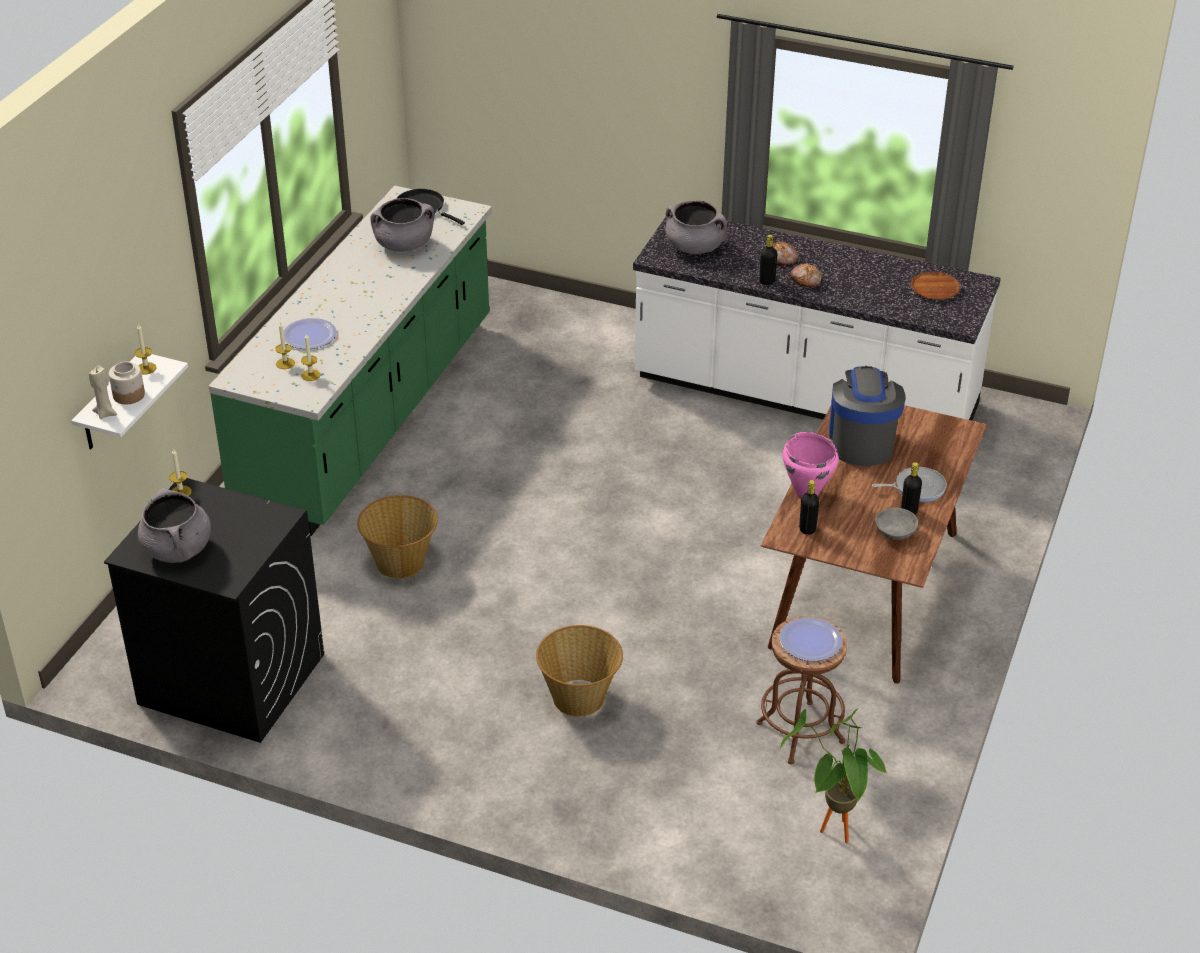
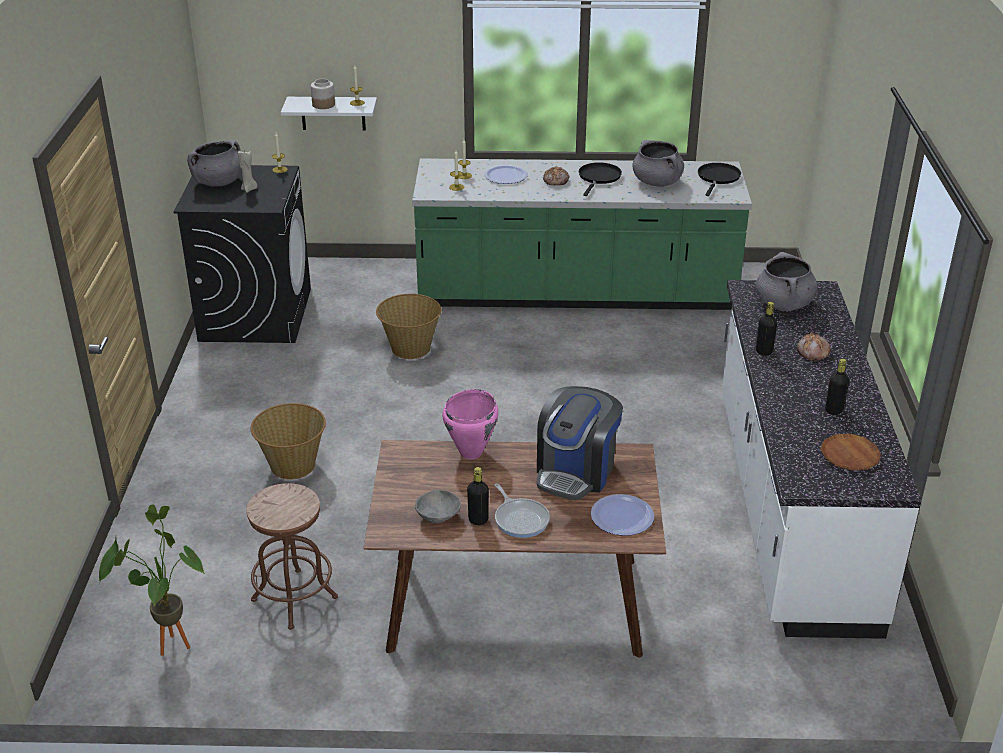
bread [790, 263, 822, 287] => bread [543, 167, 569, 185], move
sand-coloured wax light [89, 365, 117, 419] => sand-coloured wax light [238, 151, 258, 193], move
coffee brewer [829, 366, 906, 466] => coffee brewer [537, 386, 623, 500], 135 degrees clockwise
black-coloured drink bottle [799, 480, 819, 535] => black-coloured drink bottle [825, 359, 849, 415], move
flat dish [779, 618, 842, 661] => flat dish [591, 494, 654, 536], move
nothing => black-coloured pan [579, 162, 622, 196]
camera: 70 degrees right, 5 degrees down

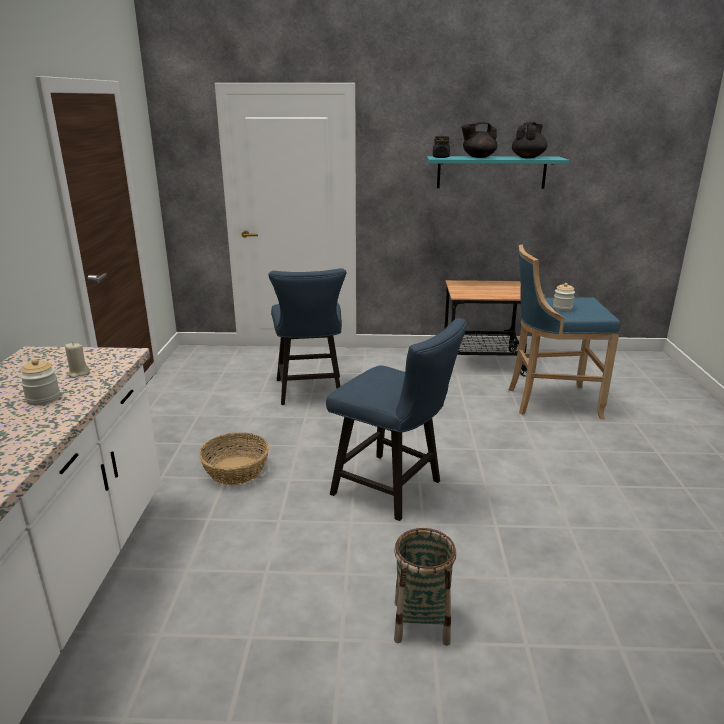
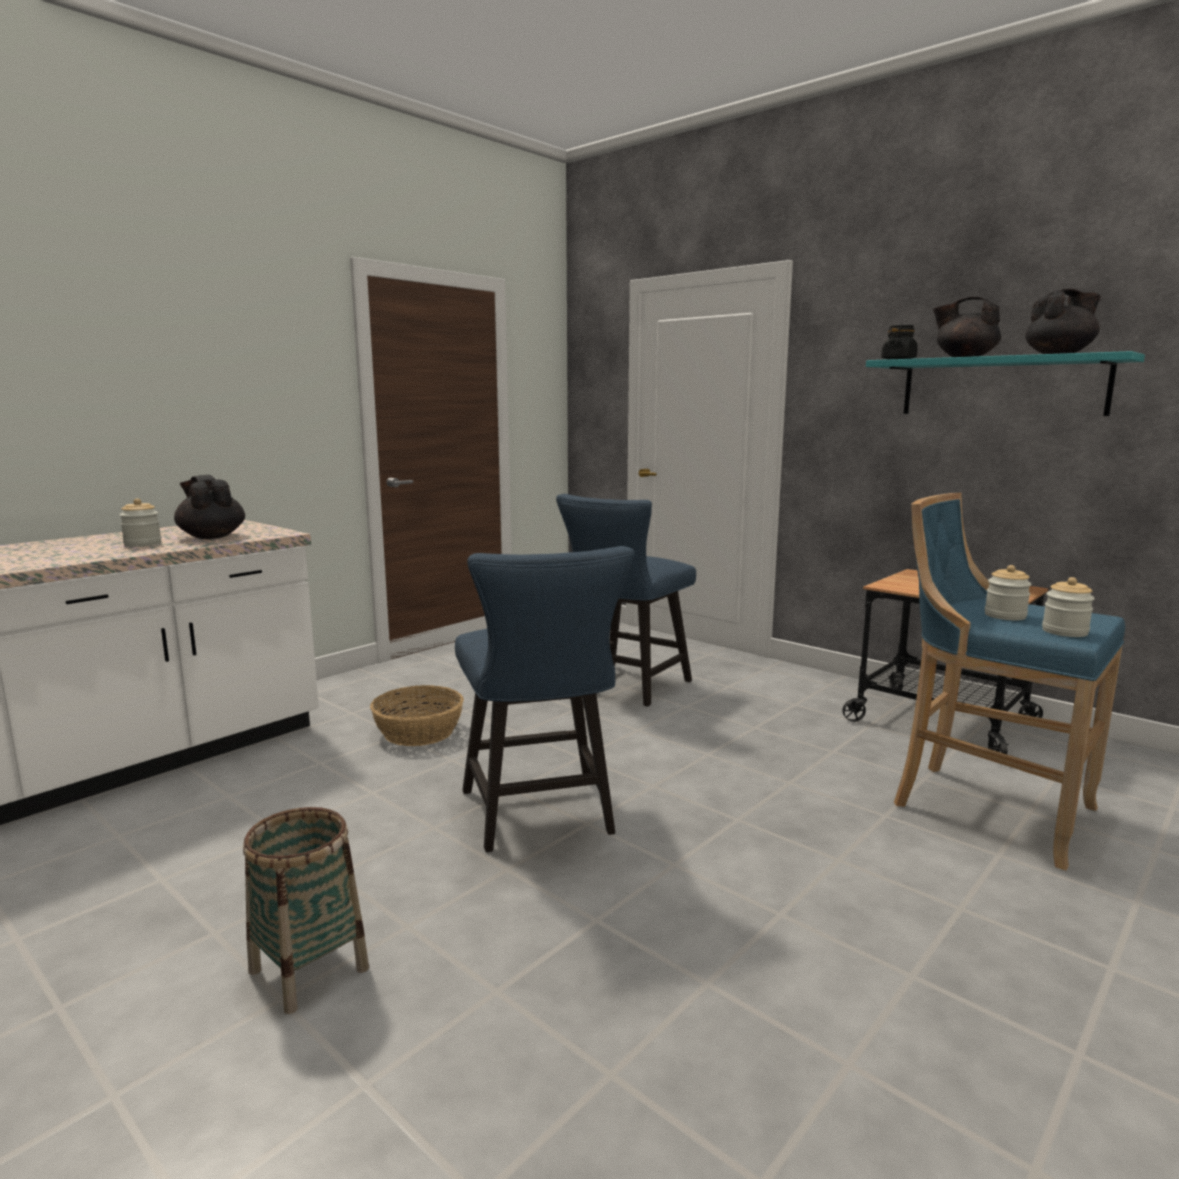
sand-coloured wax light [65, 342, 90, 378] => black-coloured teapot [174, 475, 245, 539]
nothing => preserve jar [1042, 577, 1095, 637]
camera: 40 degrees right, 10 degrees down

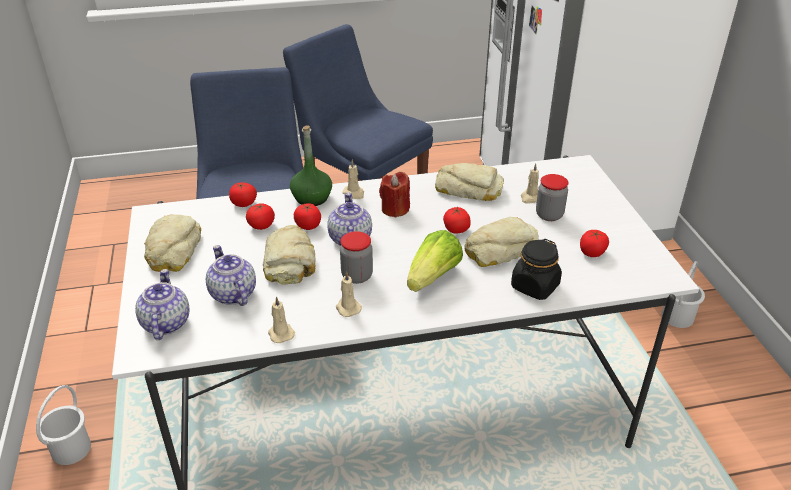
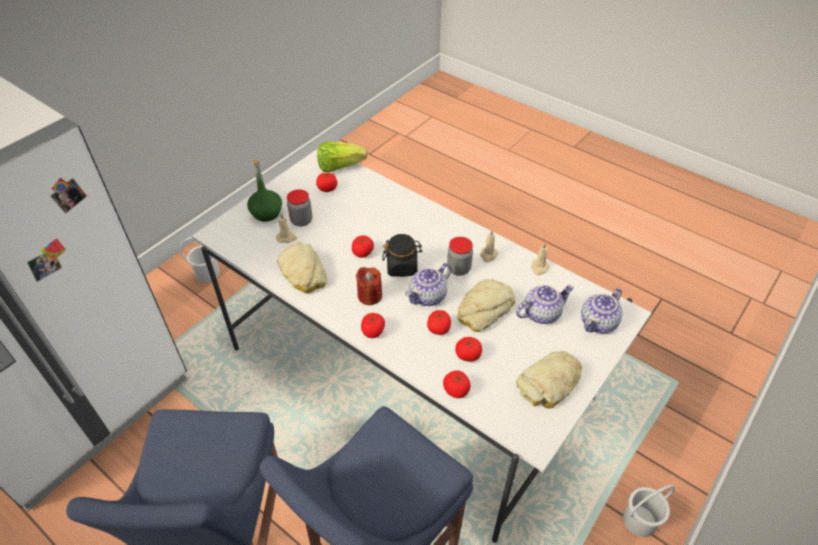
green drink bottle [290, 125, 332, 206] => green drink bottle [247, 159, 282, 221], move
sand-coloured wax light [342, 159, 364, 199] => whole tomato [361, 313, 385, 338]
bread [464, 217, 539, 267] => nothing
head of lettuce [407, 230, 463, 292] => head of lettuce [317, 141, 367, 172], move
black-coloured preserve jar [511, 239, 562, 300] => black-coloured preserve jar [382, 234, 422, 277], move
teapot [206, 245, 256, 306] => teapot [516, 285, 574, 324], 135 degrees counterclockwise
camera: 130 degrees left, 10 degrees up

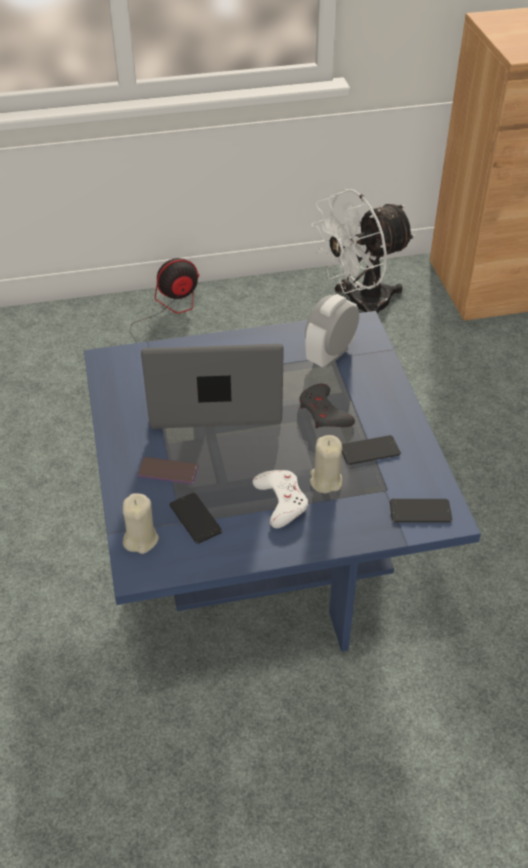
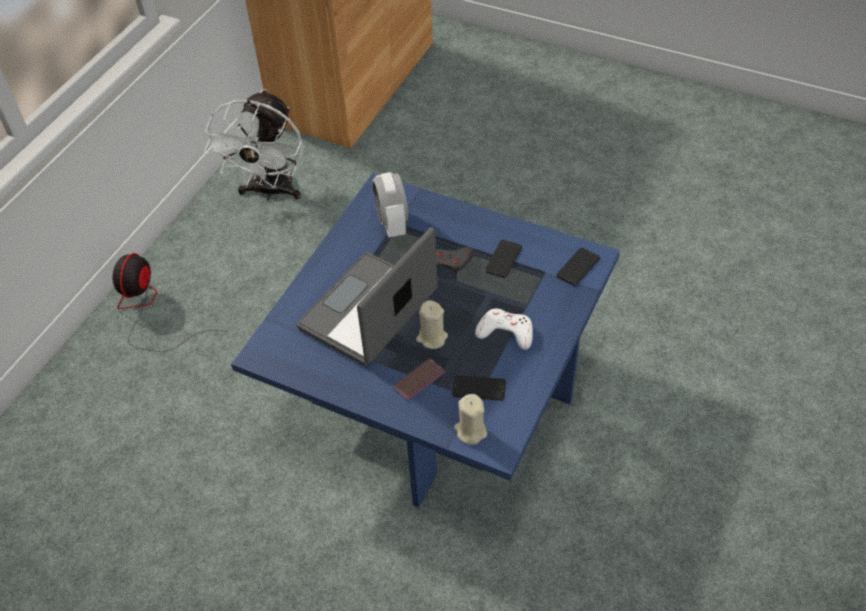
sand-coloured wax light [310, 435, 342, 493] => sand-coloured wax light [416, 300, 448, 349], move
camera: 50 degrees left, 5 degrees up

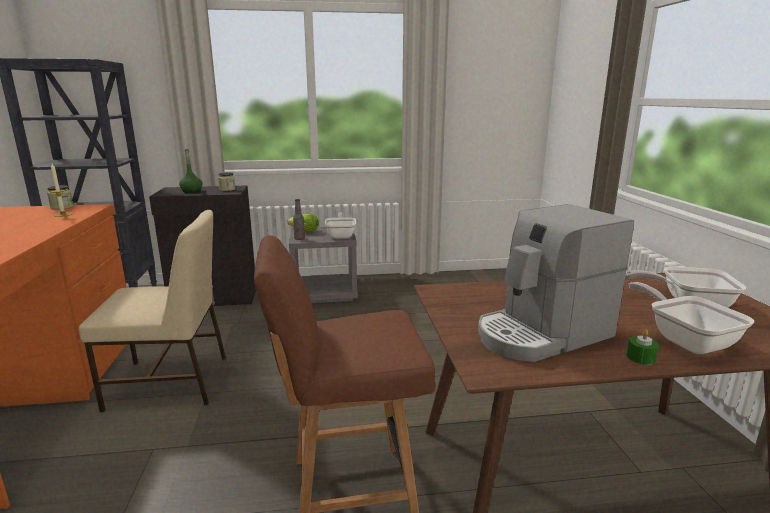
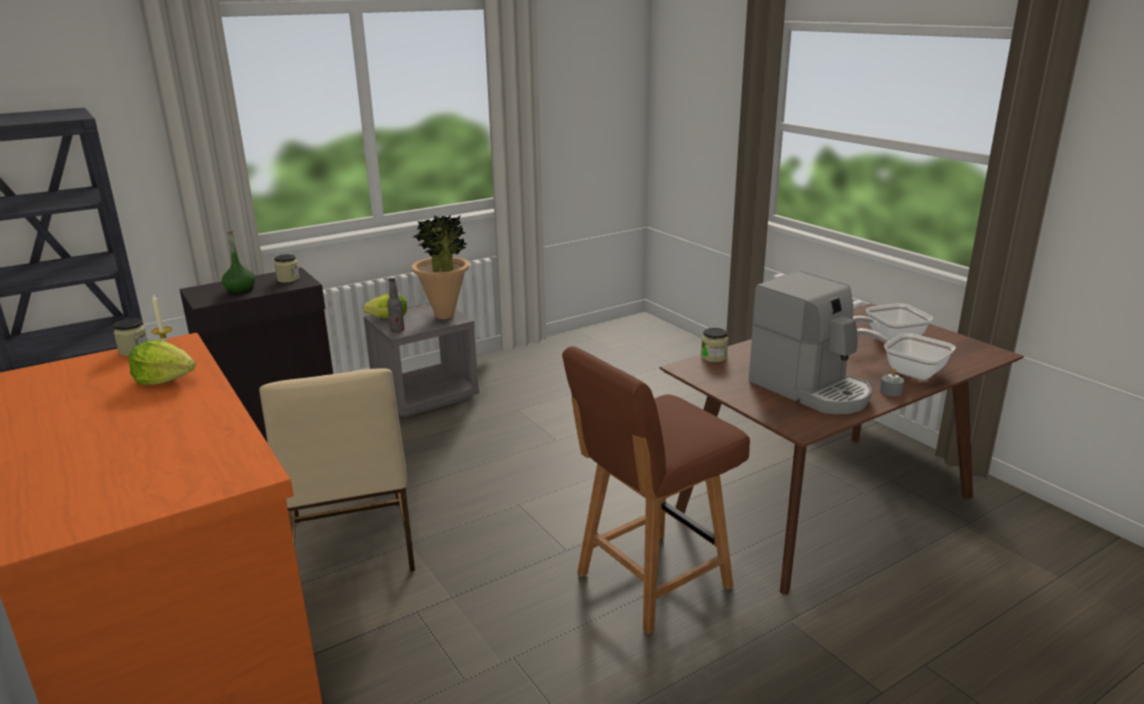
coffee brewer [478, 204, 634, 362] => coffee brewer [749, 271, 871, 414], 75 degrees counterclockwise
sand-coloured upright chair [79, 210, 226, 412] => sand-coloured upright chair [259, 368, 415, 572], 105 degrees clockwise
pan [325, 212, 356, 238] => houseplant [411, 215, 469, 319]
green wax light [627, 329, 659, 365] => gray wax light [880, 368, 904, 396]
nothing => preserve jar [701, 328, 728, 362]
nothing => head of lettuce [129, 340, 196, 385]
camera: 25 degrees left, 5 degrees up

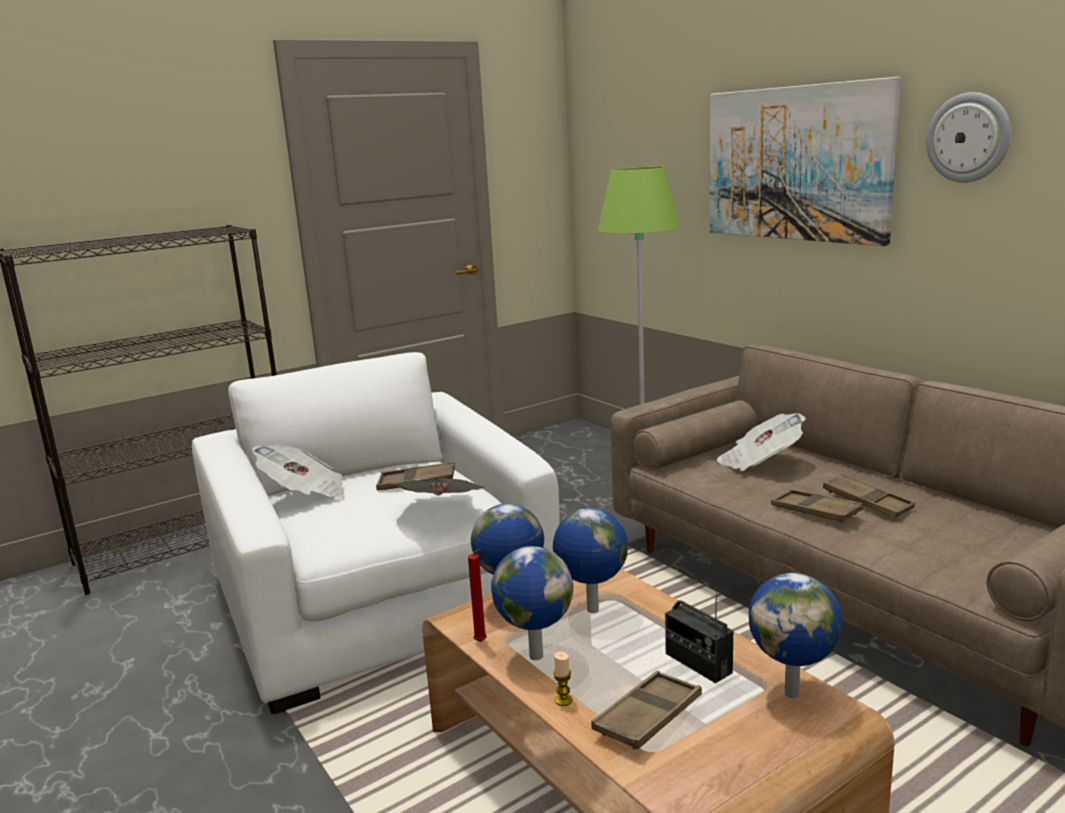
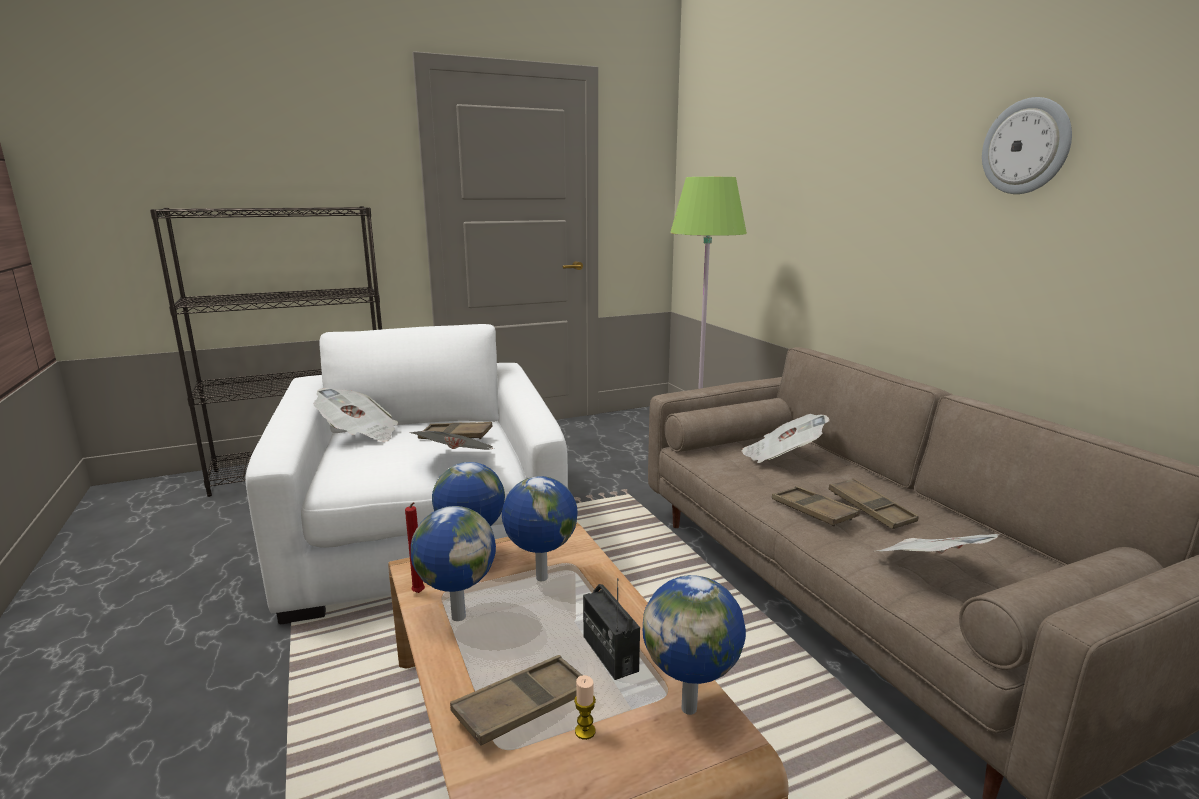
wall picture [710, 77, 901, 246] => nothing
wax light [553, 652, 572, 706] => wax light [574, 675, 596, 740], move
nothing => newspaper [876, 534, 999, 554]
camera: 10 degrees right, 0 degrees up

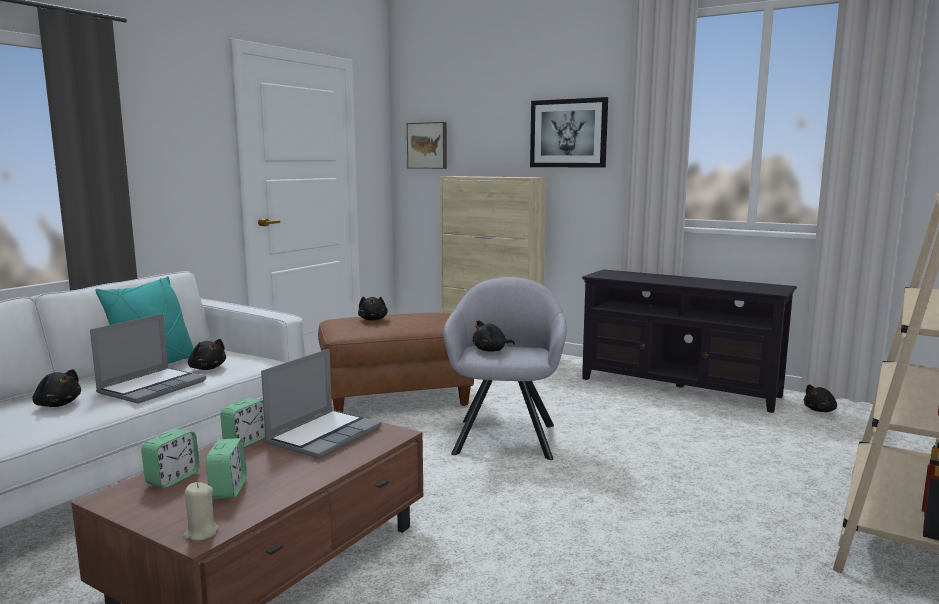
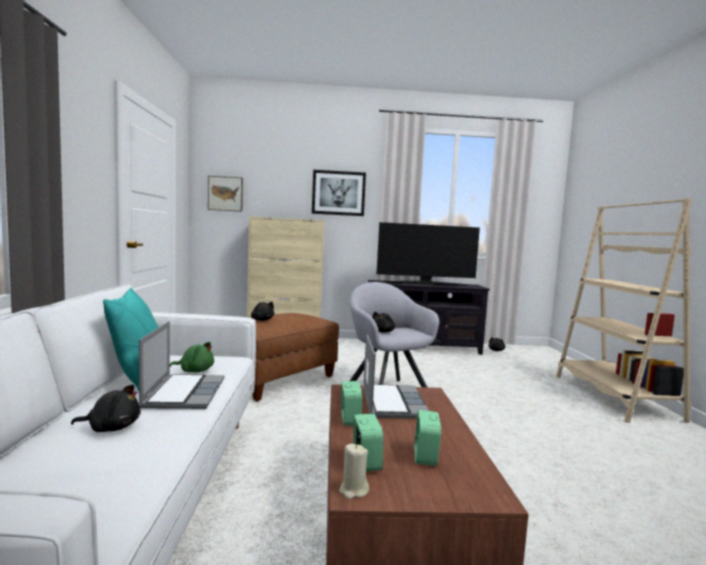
black-coloured soft toy [188, 339, 226, 370] => green soft toy [170, 342, 214, 372]
bedside clock [206, 438, 247, 499] => bedside clock [414, 410, 441, 466], 135 degrees counterclockwise
sand-coloured wax light [183, 482, 219, 541] => sand-coloured wax light [339, 444, 369, 499], move
nothing => television [377, 222, 480, 286]
camera: 35 degrees left, 5 degrees down

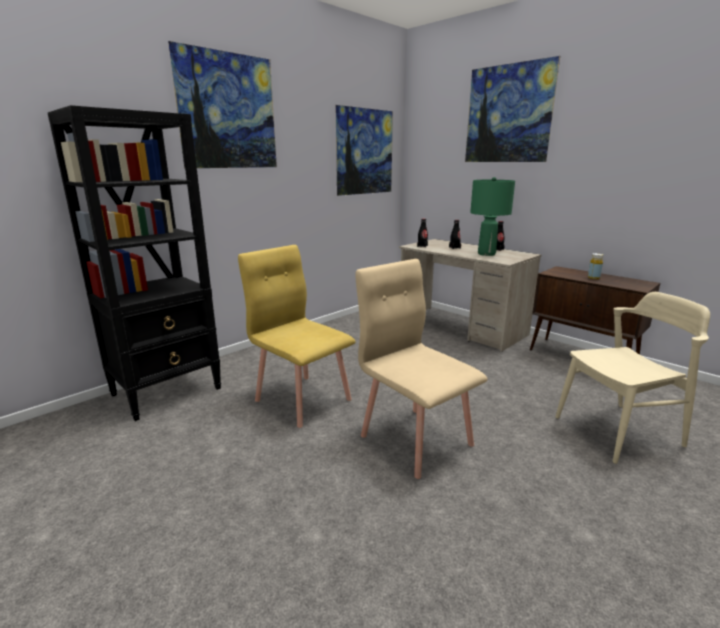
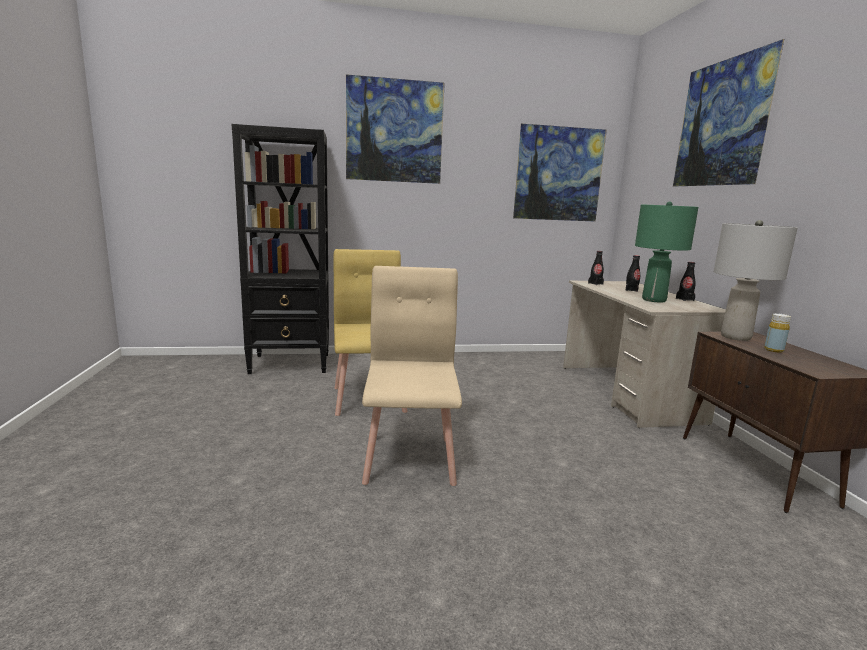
sand-coloured upright chair [555, 292, 710, 464] => nothing
nothing => gray lamp for a table [714, 220, 797, 341]
camera: 35 degrees right, 5 degrees down

